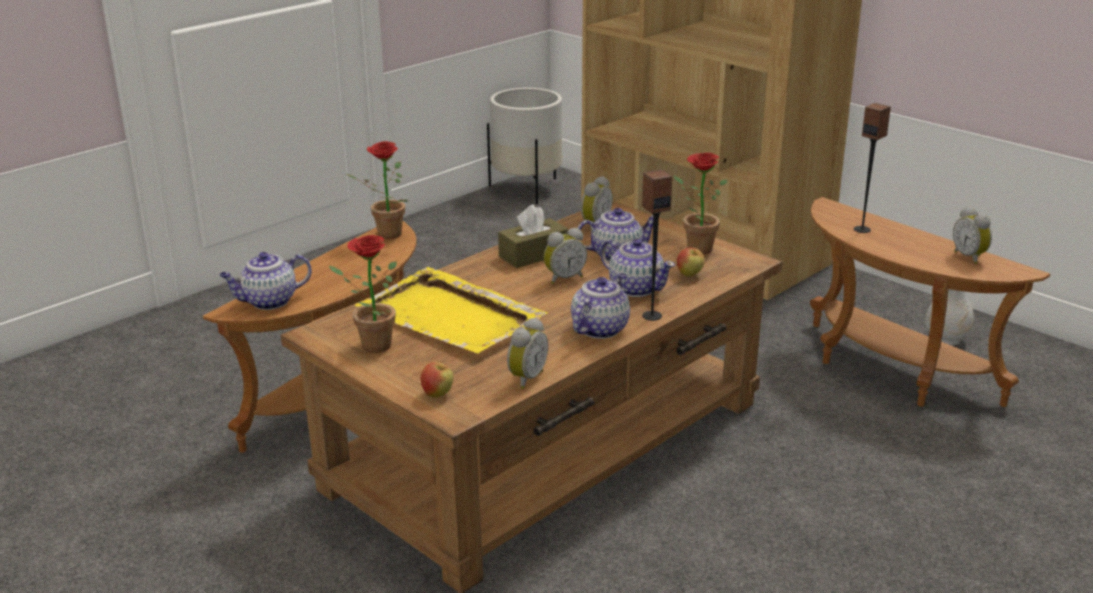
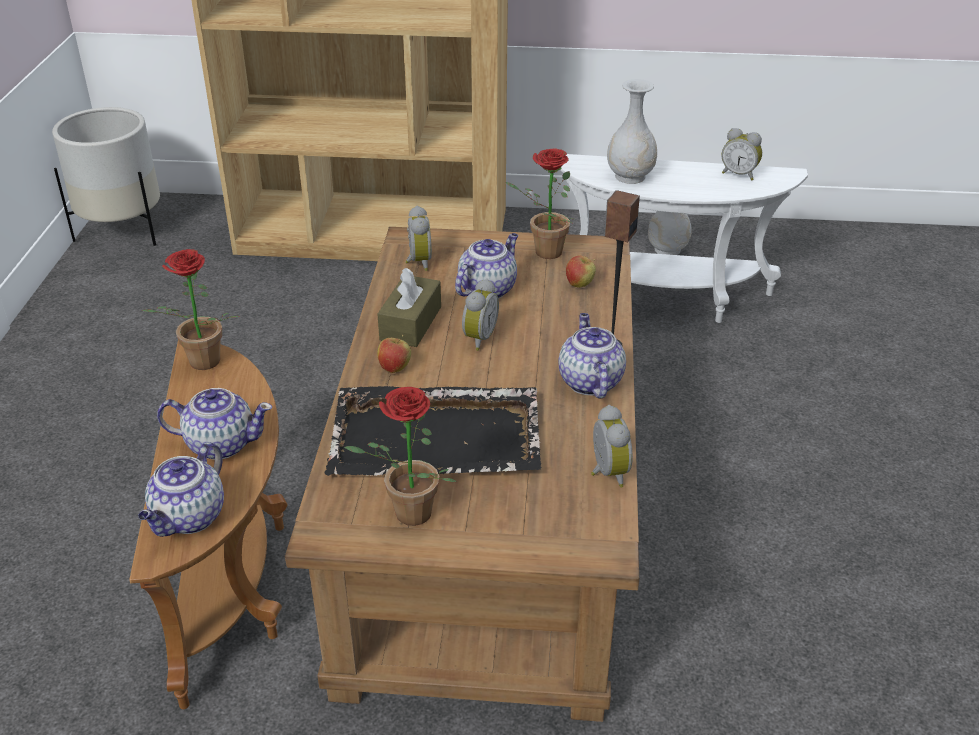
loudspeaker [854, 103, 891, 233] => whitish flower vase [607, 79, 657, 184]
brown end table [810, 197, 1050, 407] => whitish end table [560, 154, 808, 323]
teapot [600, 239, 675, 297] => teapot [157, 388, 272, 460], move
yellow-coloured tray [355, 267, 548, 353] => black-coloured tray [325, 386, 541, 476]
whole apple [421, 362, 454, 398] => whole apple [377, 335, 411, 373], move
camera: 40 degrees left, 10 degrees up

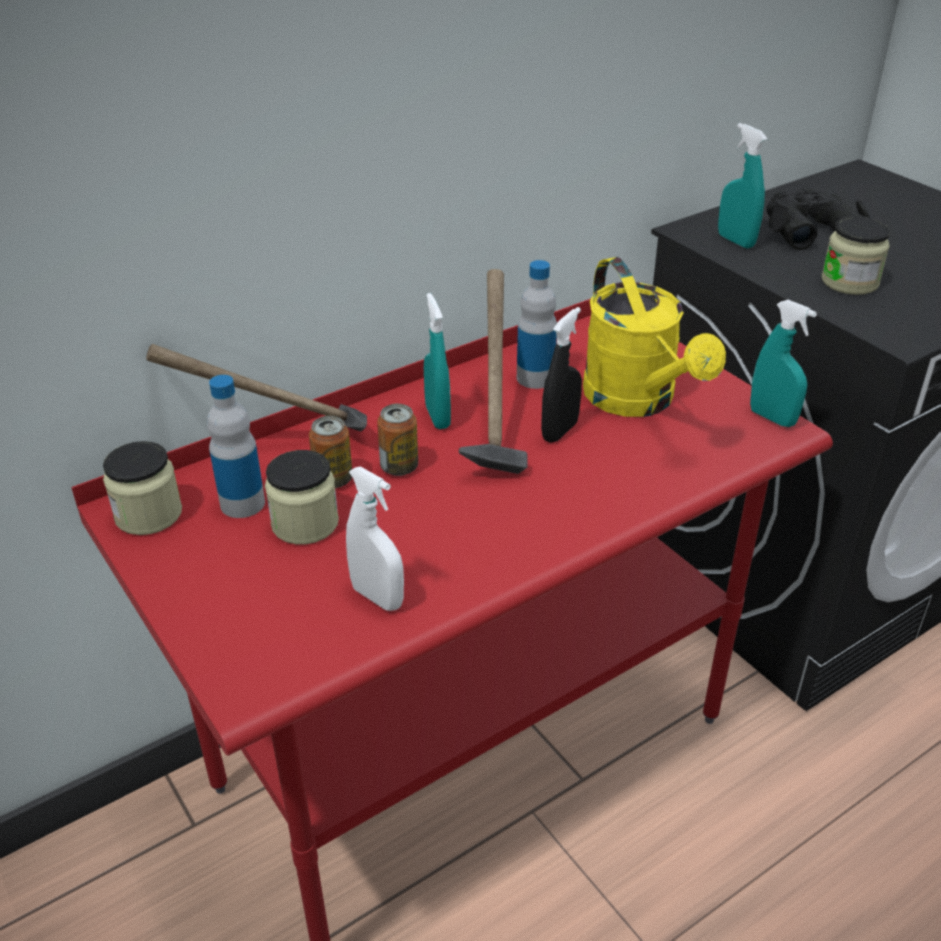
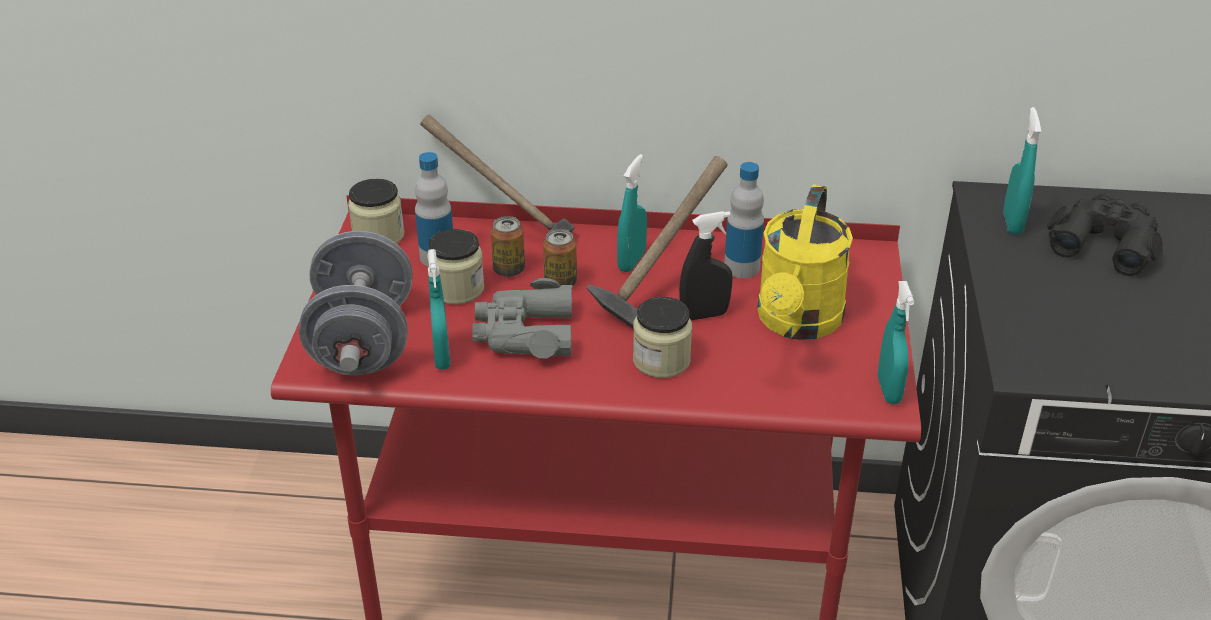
preserve jar [822, 216, 890, 295] => preserve jar [633, 297, 692, 378], move
whitish spray bottle [346, 466, 404, 611] => turquoise spray bottle [428, 249, 450, 370]
nothing => gray dumbbell [299, 231, 413, 375]
nothing => gray binoculars [472, 278, 573, 359]
camera: 40 degrees right, 0 degrees up

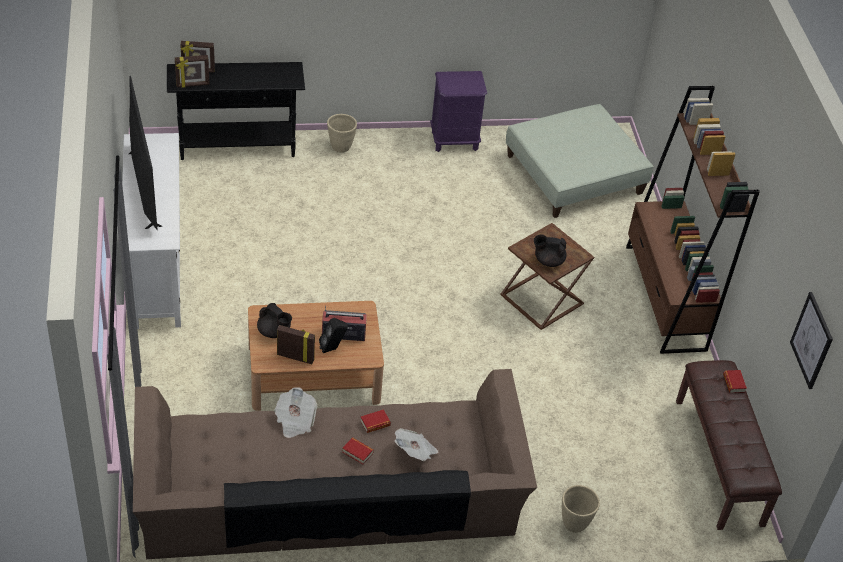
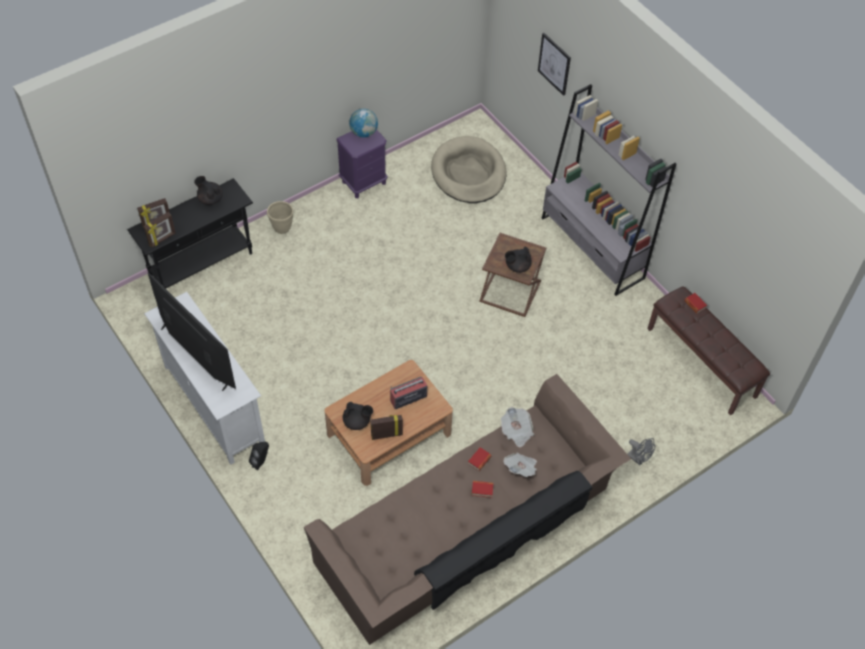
brown bookshelf [626, 86, 760, 354] => gray bookshelf [541, 84, 676, 296]
green footrest [506, 104, 654, 218] => sand-coloured dog cushion [431, 136, 507, 203]
wall picture [790, 292, 833, 389] => wall picture [538, 33, 571, 96], move
black-coloured loudspeaker [319, 318, 348, 353] => black-coloured loudspeaker [249, 441, 269, 471], move
newspaper [274, 387, 318, 438] => newspaper [501, 407, 534, 447], move
sand-coloured flower pot [562, 485, 600, 533] => gray cooling fan [627, 438, 655, 465]
nothing => world globe [349, 109, 378, 138]
nothing => black-coloured teapot [194, 176, 223, 205]
camera: 25 degrees left, 10 degrees up

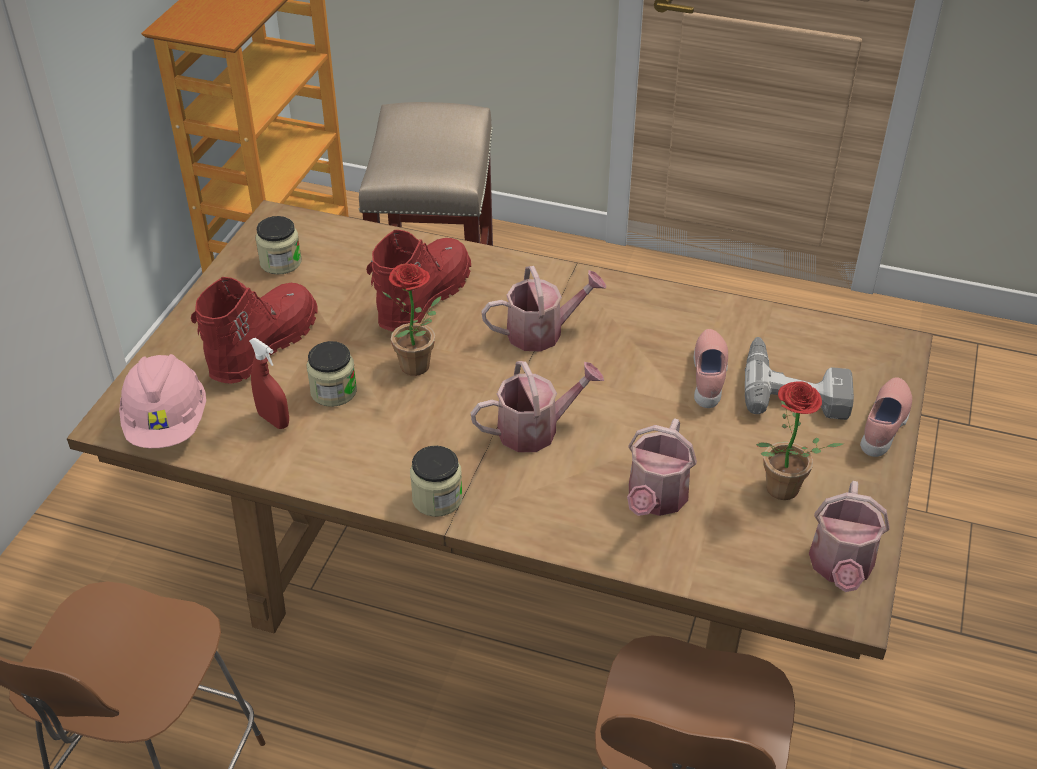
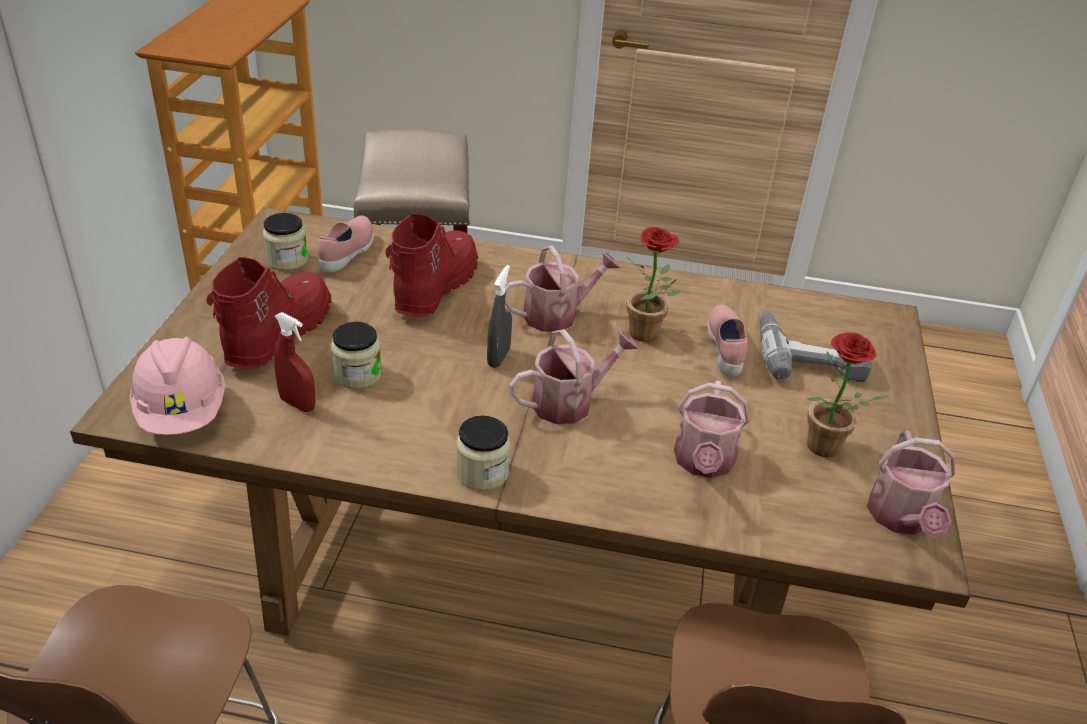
houseplant [383, 263, 441, 376] => houseplant [627, 227, 680, 342], move
pink item of footwear [860, 377, 912, 457] => pink item of footwear [317, 216, 374, 273], move
nothing => gray spray bottle [487, 265, 512, 368]
camera: 10 degrees left, 5 degrees down

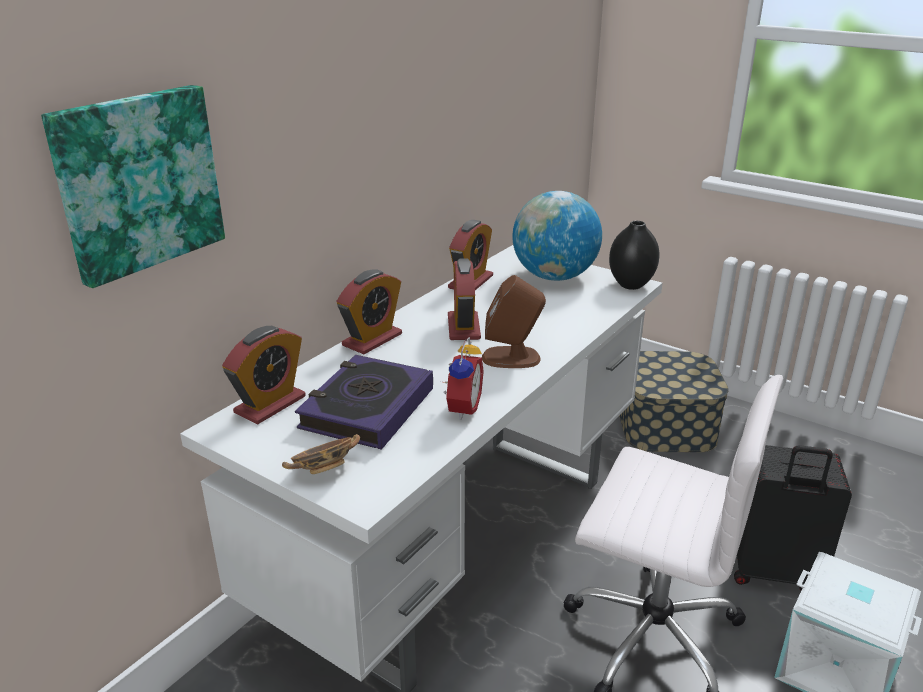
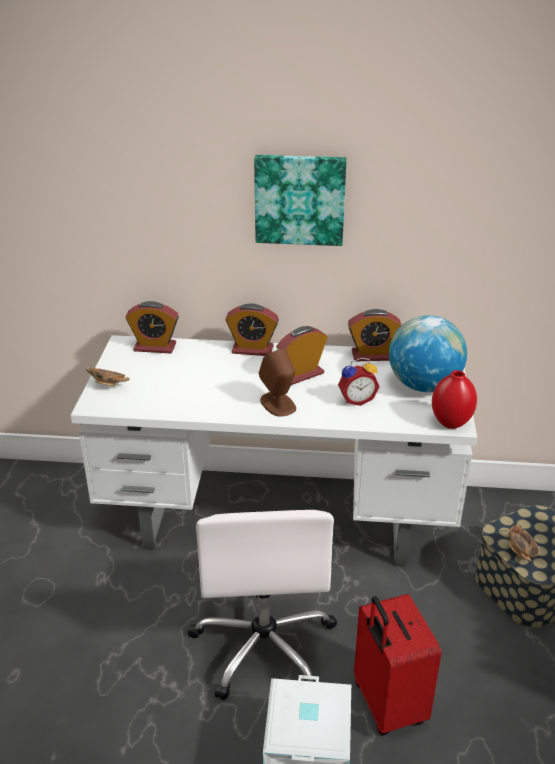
wall picture [41, 85, 225, 288] => wall picture [254, 155, 347, 246], move
black-coloured flower vase [609, 221, 659, 290] => reddish flower vase [432, 370, 477, 429]
bedside clock [444, 337, 484, 420] => bedside clock [338, 358, 379, 406], move
bound book [295, 355, 433, 450] => nothing
black-coloured travel case [734, 445, 852, 591] => reddish travel case [354, 594, 442, 735]
nothing => deep dish [509, 523, 539, 562]
camera: 60 degrees right, 5 degrees up

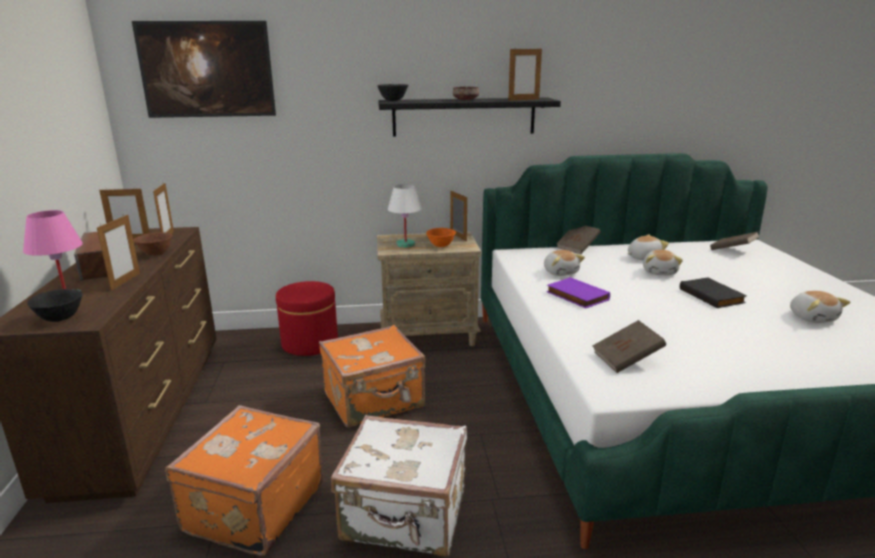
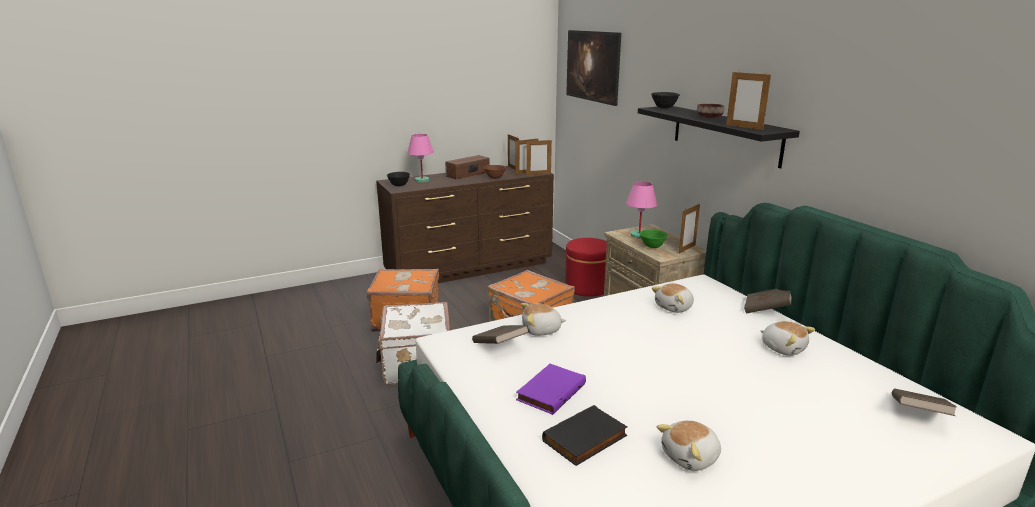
whitish lamp for a table [388, 184, 422, 248] => pink lamp for a table [626, 181, 657, 239]
photo frame [97, 214, 140, 291] => photo frame [526, 139, 552, 175], move
orangey deep dish [426, 228, 456, 247] => green deep dish [639, 230, 668, 248]
soft toy [643, 250, 683, 275] => soft toy [521, 303, 566, 336], move
purplish bound book [546, 277, 610, 308] => purplish bound book [516, 364, 586, 415], move
black-coloured bound book [680, 277, 747, 308] => black-coloured bound book [542, 405, 627, 466], move
camera: 70 degrees right, 0 degrees up

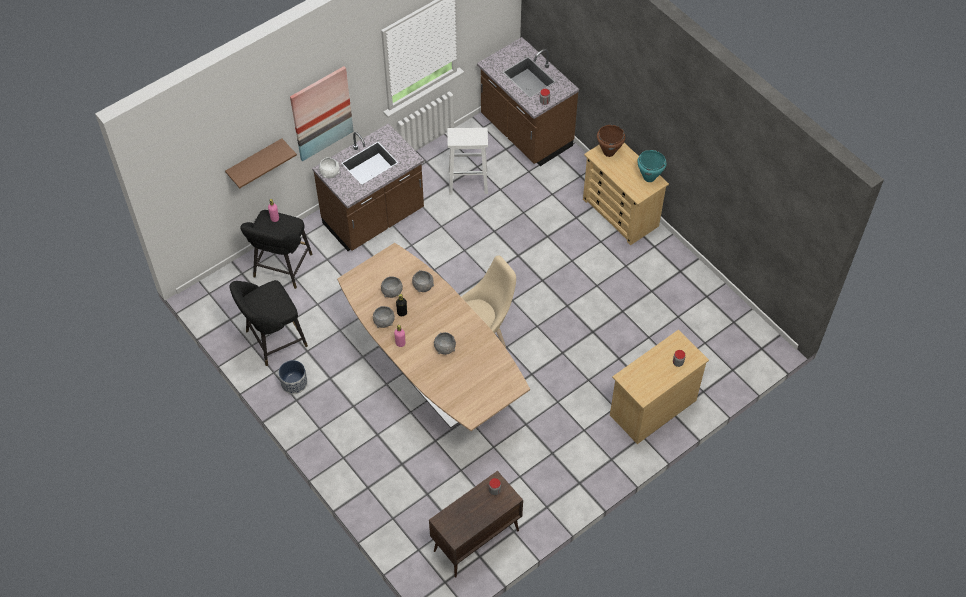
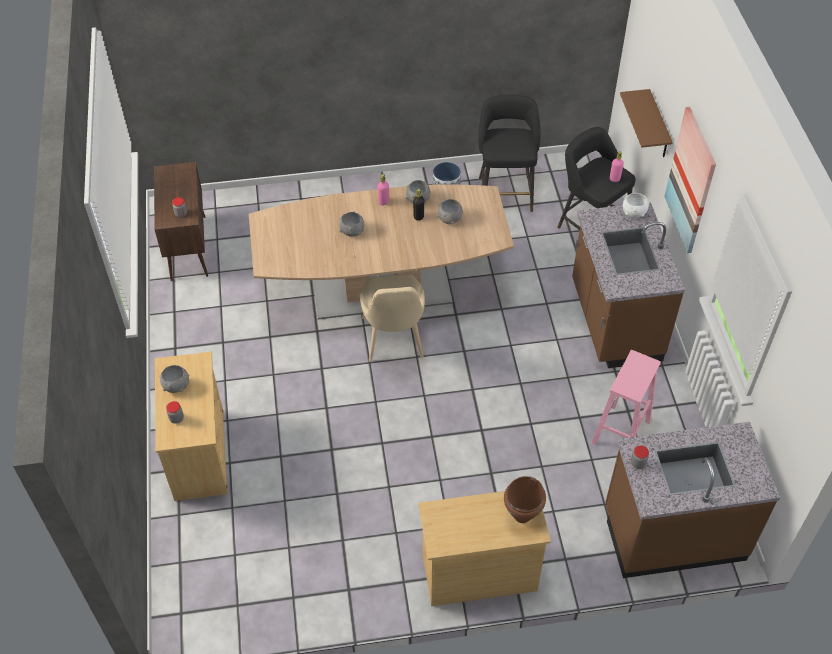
whitish stool seat [447, 127, 488, 195] => pink stool seat [592, 350, 661, 445]
turquoise cooking pot [637, 150, 667, 182] => nothing
gray deep dish [412, 270, 434, 292] => gray deep dish [159, 365, 189, 393], move
camera: 120 degrees right, 5 degrees down

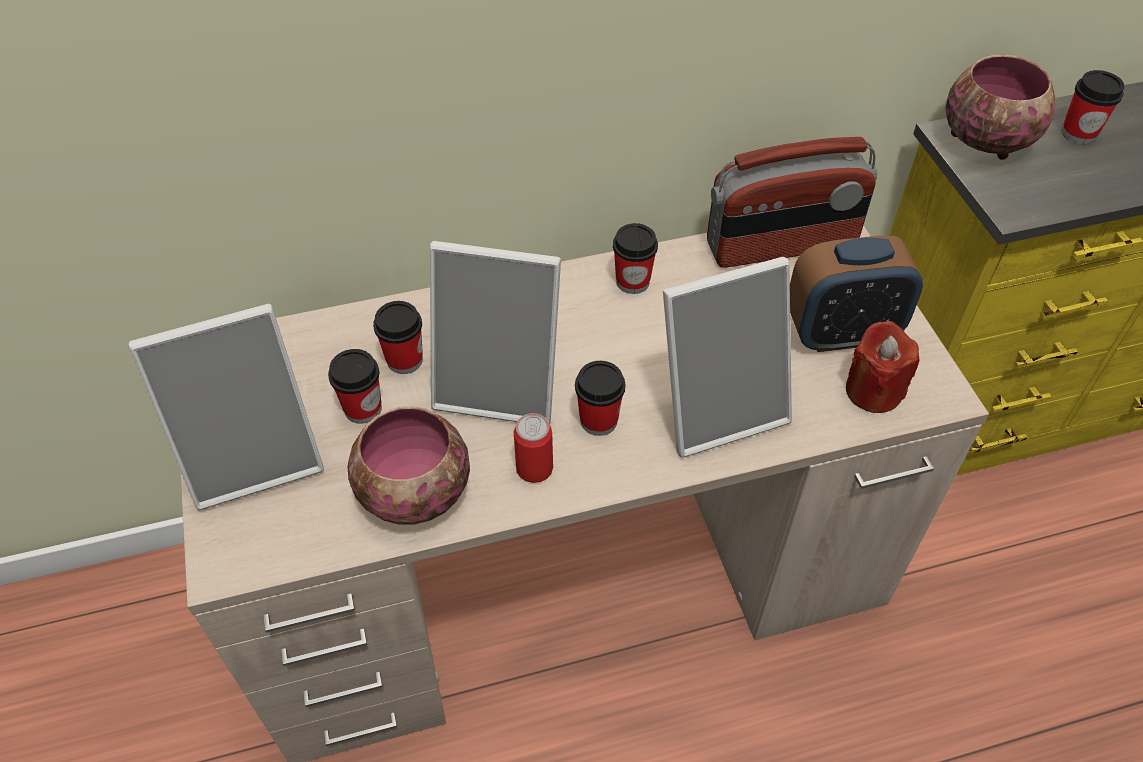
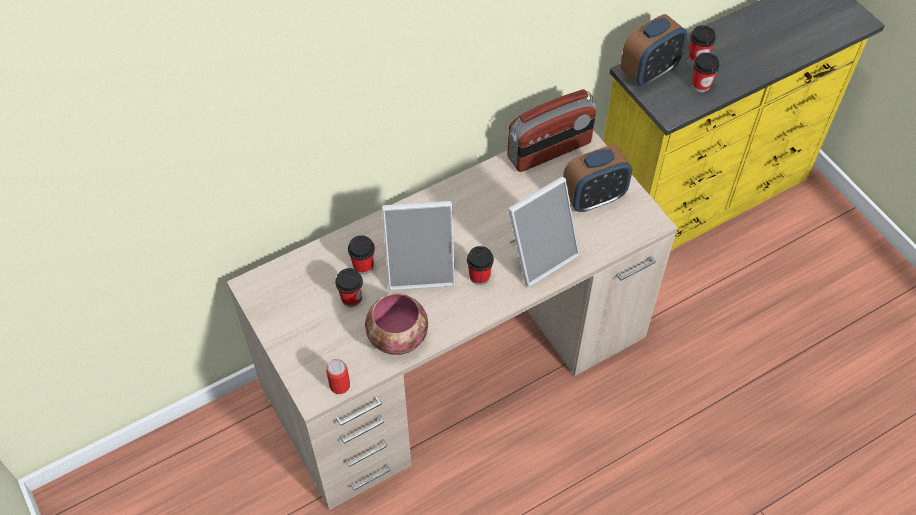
deep dish [945, 55, 1055, 160] => bedside clock [620, 14, 687, 86]
cup [613, 223, 658, 294] => cup [692, 53, 719, 92], move
photo frame [129, 304, 324, 511] => nothing
reddish wax light [846, 321, 920, 413] => nothing
metal can [513, 413, 553, 483] => metal can [326, 359, 350, 394], move
camera: 15 degrees left, 5 degrees up

